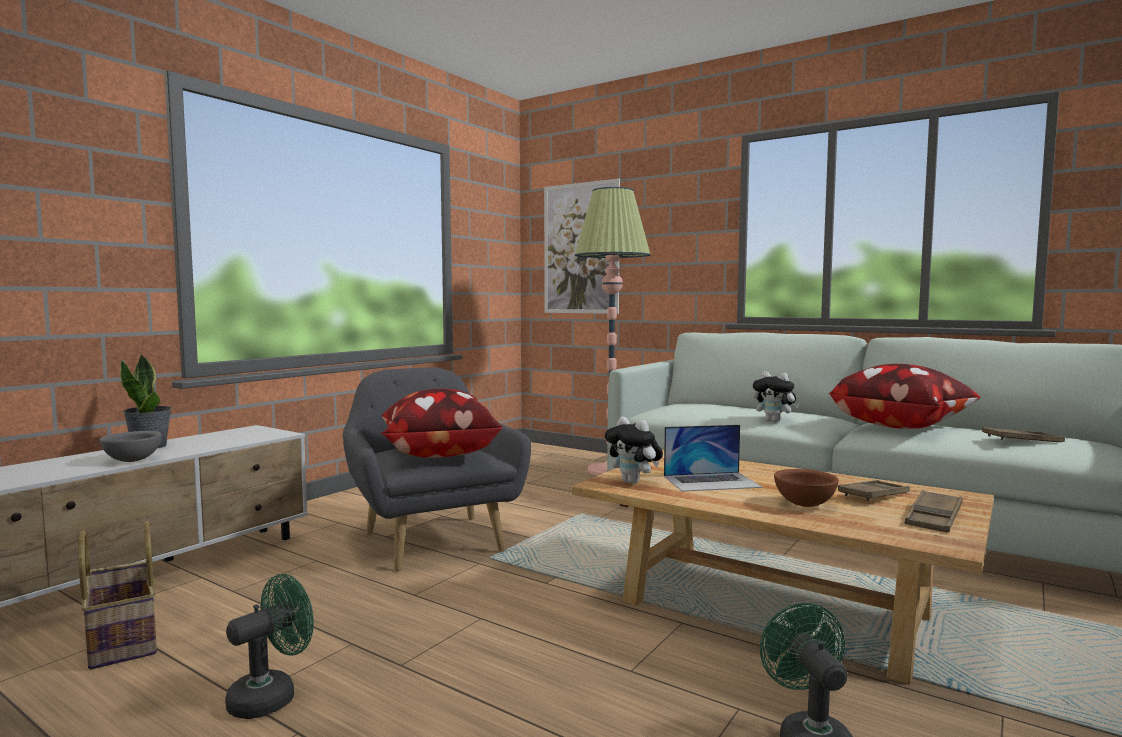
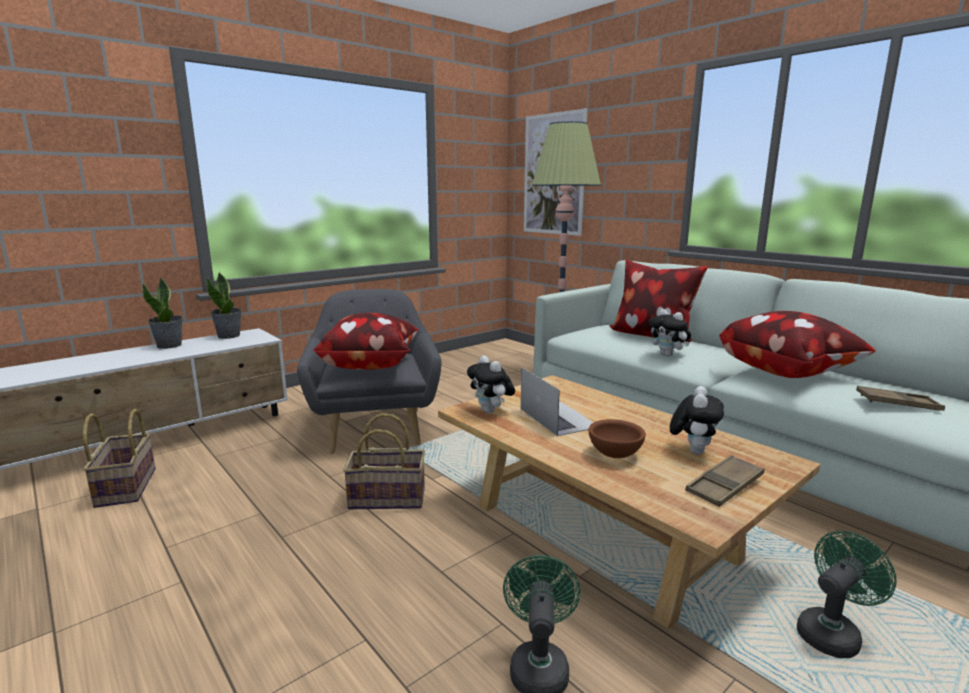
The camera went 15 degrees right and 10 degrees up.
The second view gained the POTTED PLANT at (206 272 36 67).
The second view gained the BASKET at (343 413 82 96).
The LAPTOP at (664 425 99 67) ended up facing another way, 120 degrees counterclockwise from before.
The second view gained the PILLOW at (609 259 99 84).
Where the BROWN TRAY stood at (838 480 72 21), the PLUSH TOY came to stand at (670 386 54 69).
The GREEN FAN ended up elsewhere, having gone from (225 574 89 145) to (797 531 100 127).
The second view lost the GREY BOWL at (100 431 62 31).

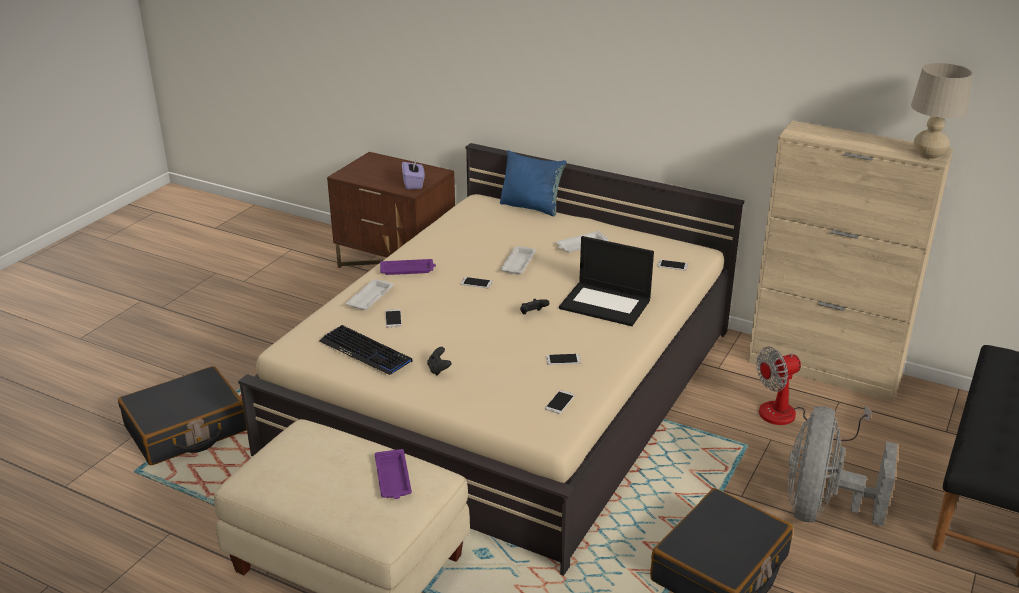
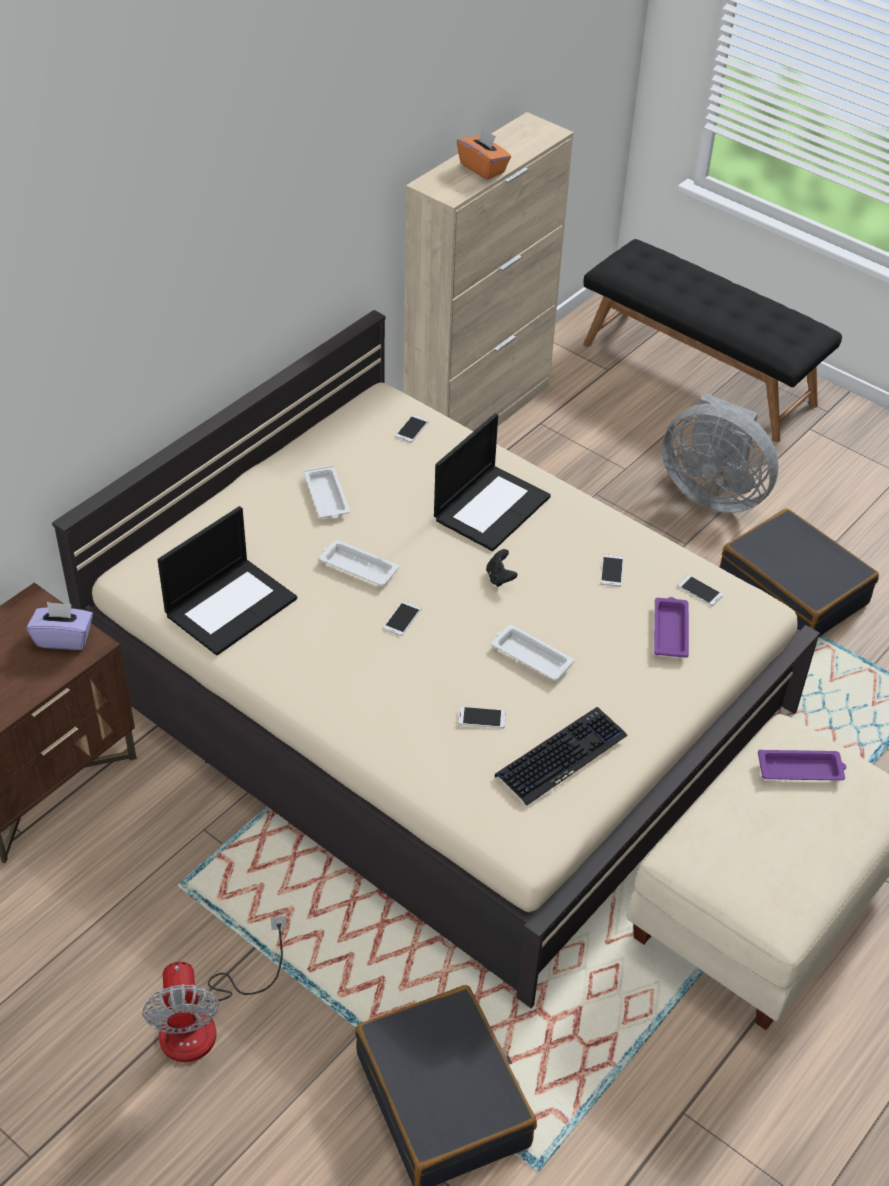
The camera went 80 degrees left and 15 degrees up.
The FAN ended up elsewhere, having gone from (756 347 116 94) to (142 916 145 146).
The second view gained the LAPTOP at (157 506 140 150).
The second view gained the ORANGE TISSUE BOX at (457 127 54 53).
The WHITE TRAY ended up elsewhere, having gone from (346 279 48 31) to (492 625 83 55).
The PURPLE TRAY ended up elsewhere, having gone from (380 259 56 16) to (654 597 35 61).
The second view lost the BLACK GAME CONTROLLER at (427 347 25 28).
The second view lost the BLUE PILLOW at (500 150 67 66).
The second view lost the BEIGE TABLE LAMP at (911 63 61 97).

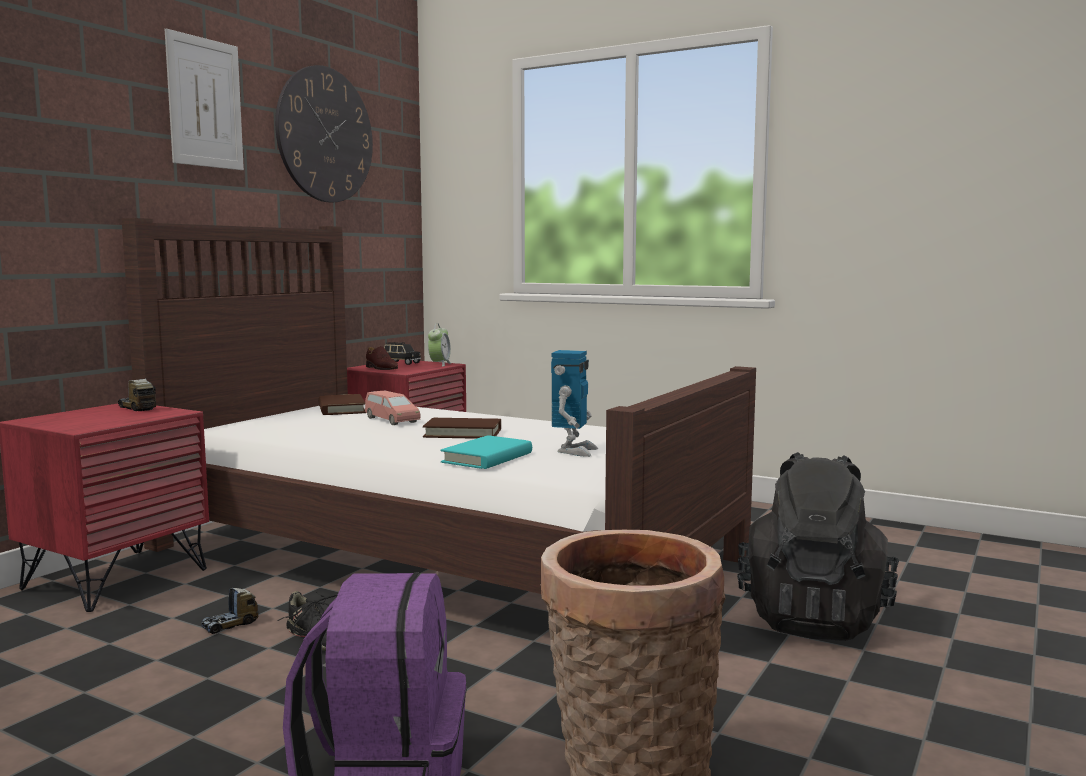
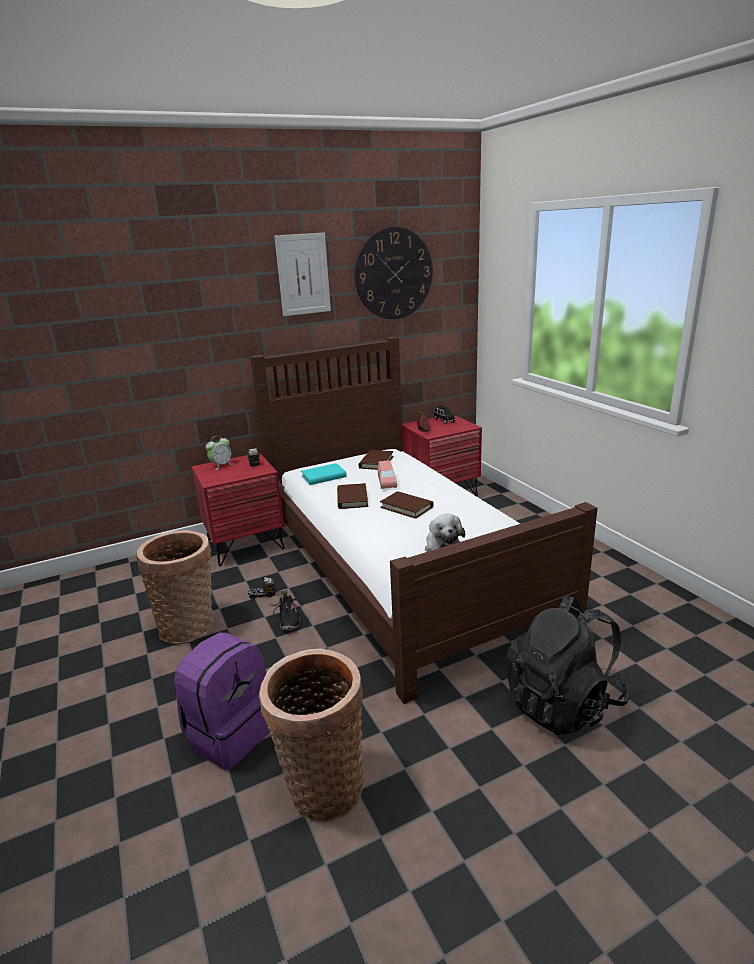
The camera went 35 degrees right and 15 degrees up.
The second view gained the BASKET at (137 530 75 114).
The ALARM CLOCK ended up elsewhere, having gone from (428 323 23 44) to (206 436 27 34).
The TURQUOISE BOOK ended up elsewhere, having gone from (440 435 92 34) to (301 463 46 22).
The second view gained the BROWN BOOK at (337 483 31 26).
Where the TOY ROBOT stood at (551 350 47 107), the PLUSH TOY came to stand at (425 514 40 38).

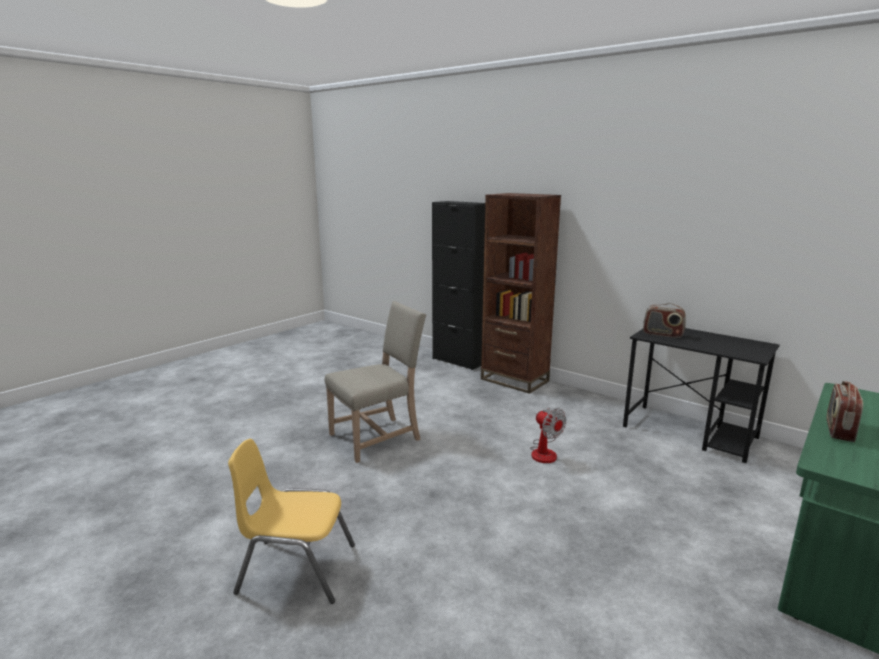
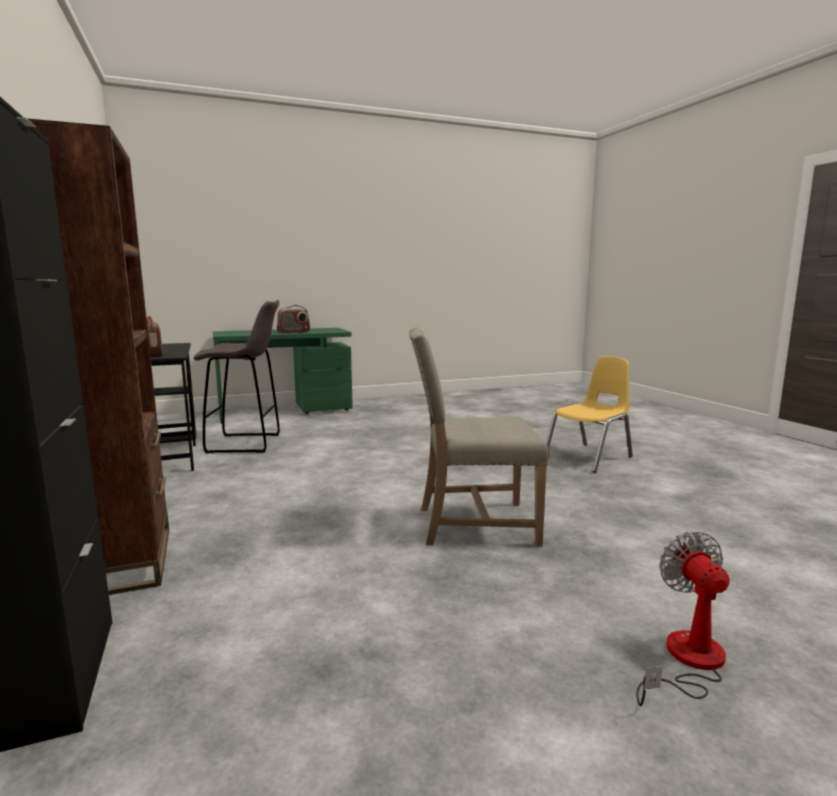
The camera went 150 degrees left and 5 degrees down.
The second view gained the GREY STOOL at (193 300 87 153).
The YELLOW CHAIR at (228 439 127 165) ended up facing another way, 75 degrees counterclockwise from before.
The FAN ended up elsewhere, having gone from (530 408 37 55) to (636 531 93 175).

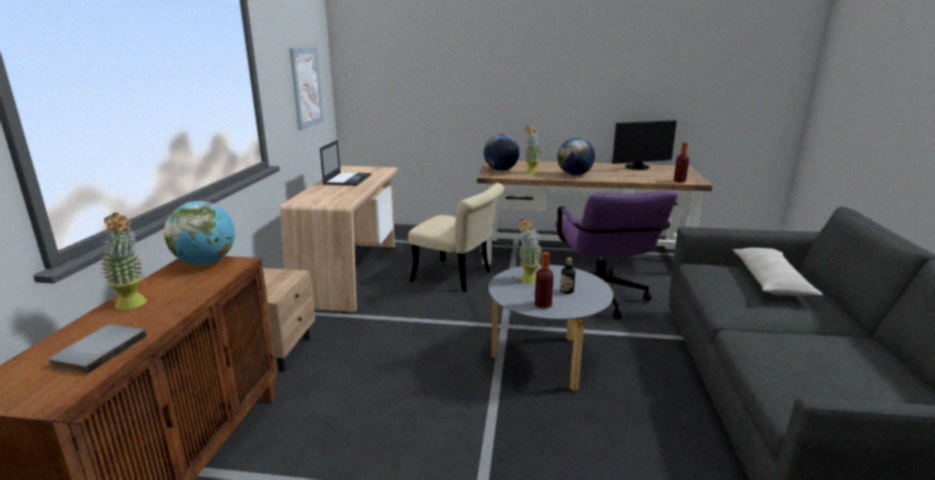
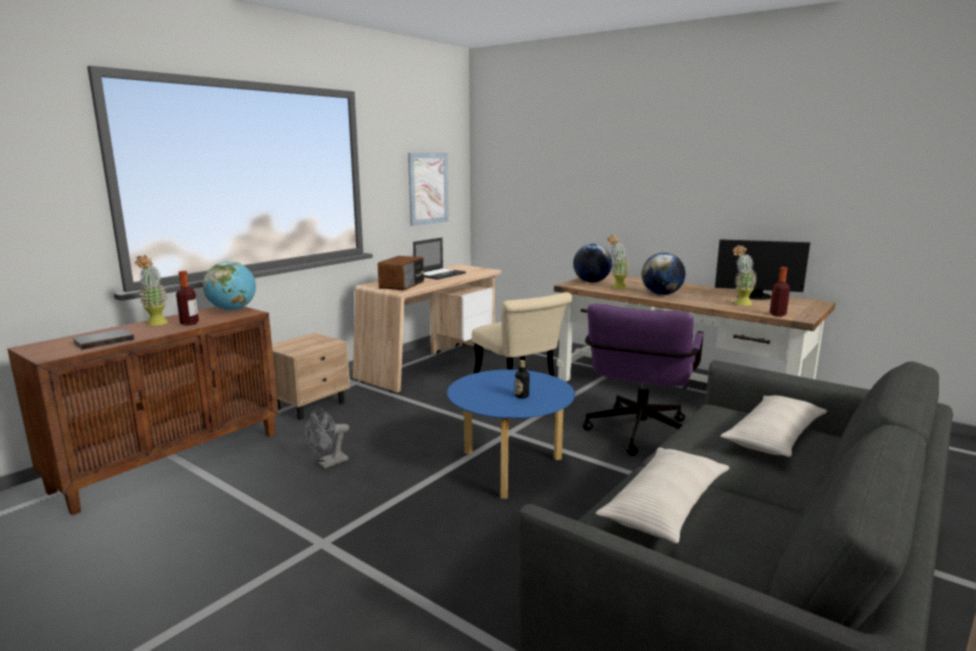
The camera went 30 degrees right and 5 degrees down.
The BOTTLE ended up elsewhere, having gone from (535 252 18 56) to (176 271 23 54).
The second view gained the GREY FAN at (305 407 44 62).
The second view gained the RADIO at (378 256 46 34).
What was the GREY COFFEE TABLE at (489 264 124 127) turned into the BLUE COFFEE TABLE at (447 370 128 129).
The second view gained the BEIGE PILLOW at (595 448 134 95).
The POTTED PLANT ended up elsewhere, having gone from (517 219 25 64) to (733 245 24 60).

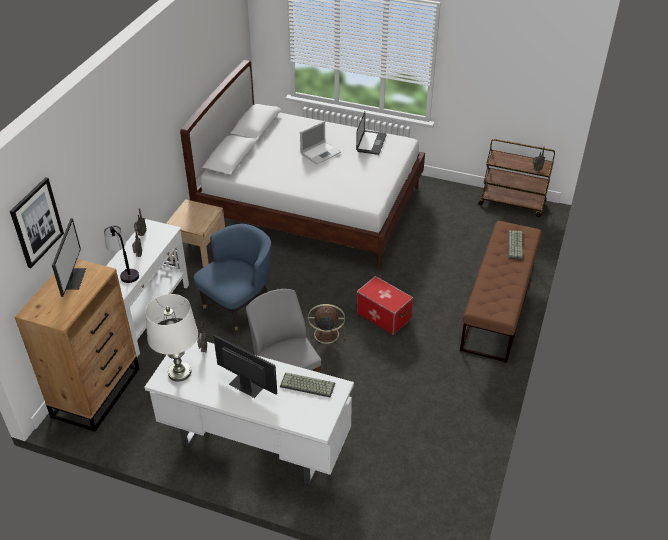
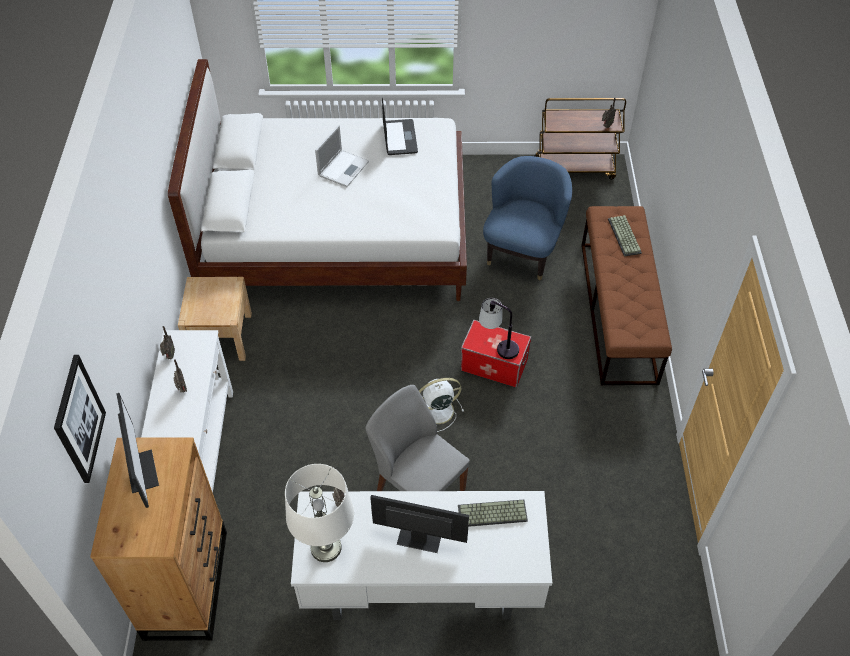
The camera went 20 degrees left and 10 degrees up.
What was the BROWN FAN at (308 304 38 44) turned into the WHITE FAN at (419 378 45 54).
The TABLE LAMP ended up elsewhere, having gone from (104 225 35 58) to (479 298 40 61).
The BLUE ARMCHAIR ended up elsewhere, having gone from (194 224 77 107) to (483 156 89 125).

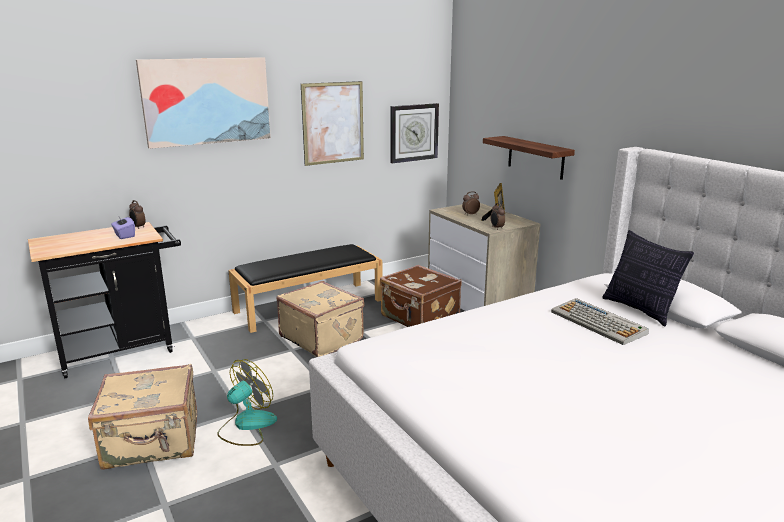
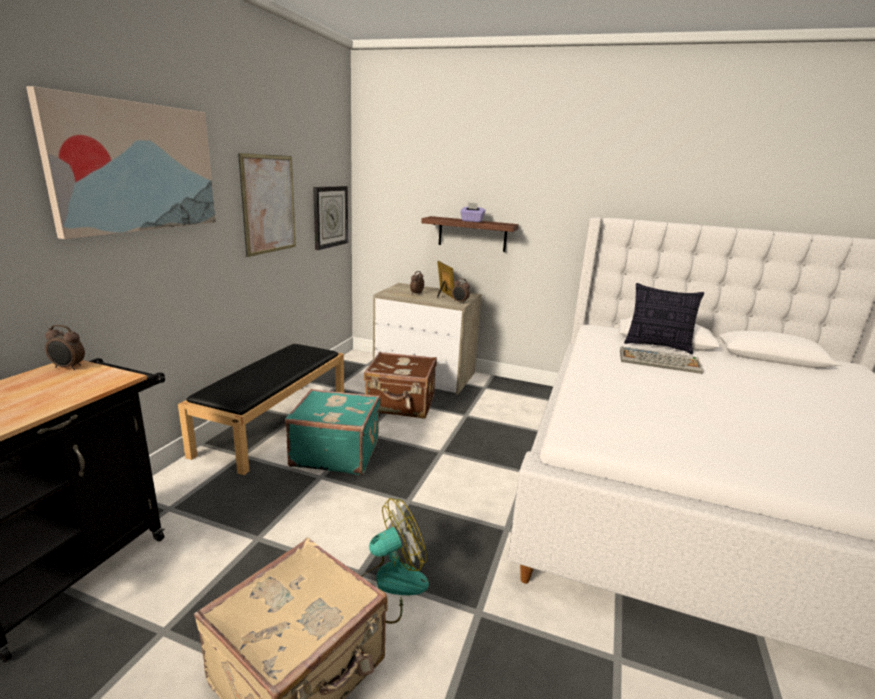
The camera went 40 degrees left and 0 degrees up.
What was the BEIGE SUITCASE at (277 281 87 76) turned into the TURQUOISE SUITCASE at (285 389 96 86).
The FAN at (217 359 60 87) ended up facing another way, 60 degrees clockwise from before.
The PURPLE TISSUE BOX ended up elsewhere, having gone from (111 217 24 22) to (460 203 25 19).

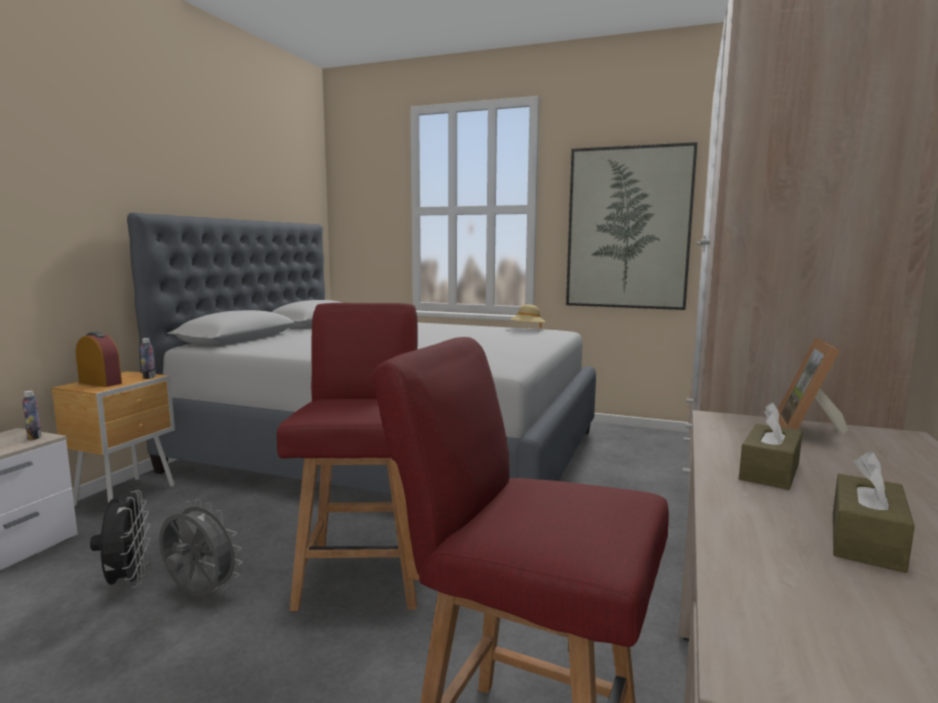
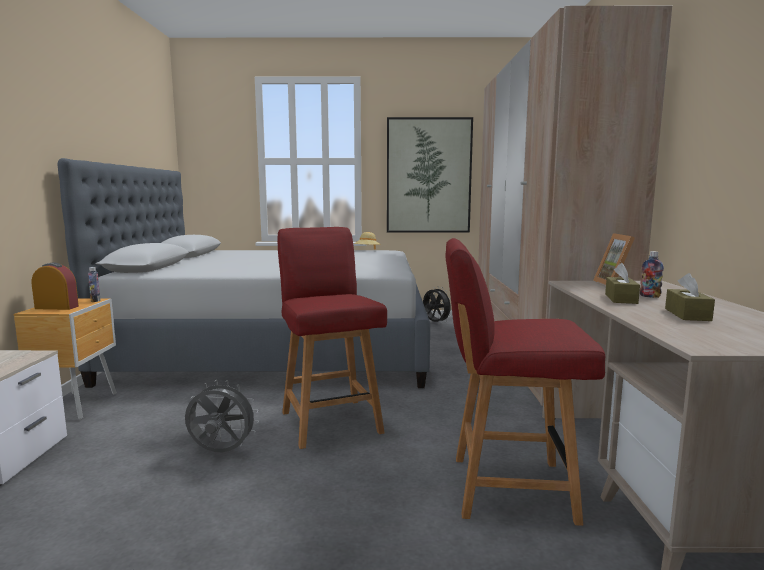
The camera went 20 degrees left and 0 degrees up.
The BLACK FAN ended up elsewhere, having gone from (90 490 60 98) to (423 287 28 36).
The BOTTLE ended up elsewhere, having gone from (22 390 20 50) to (640 251 24 47).

